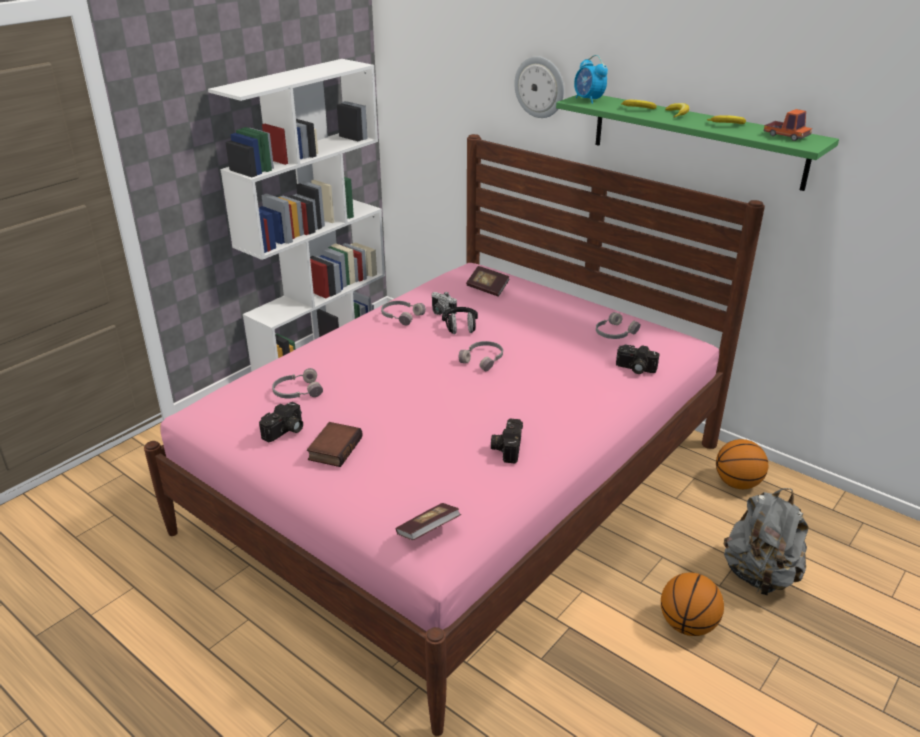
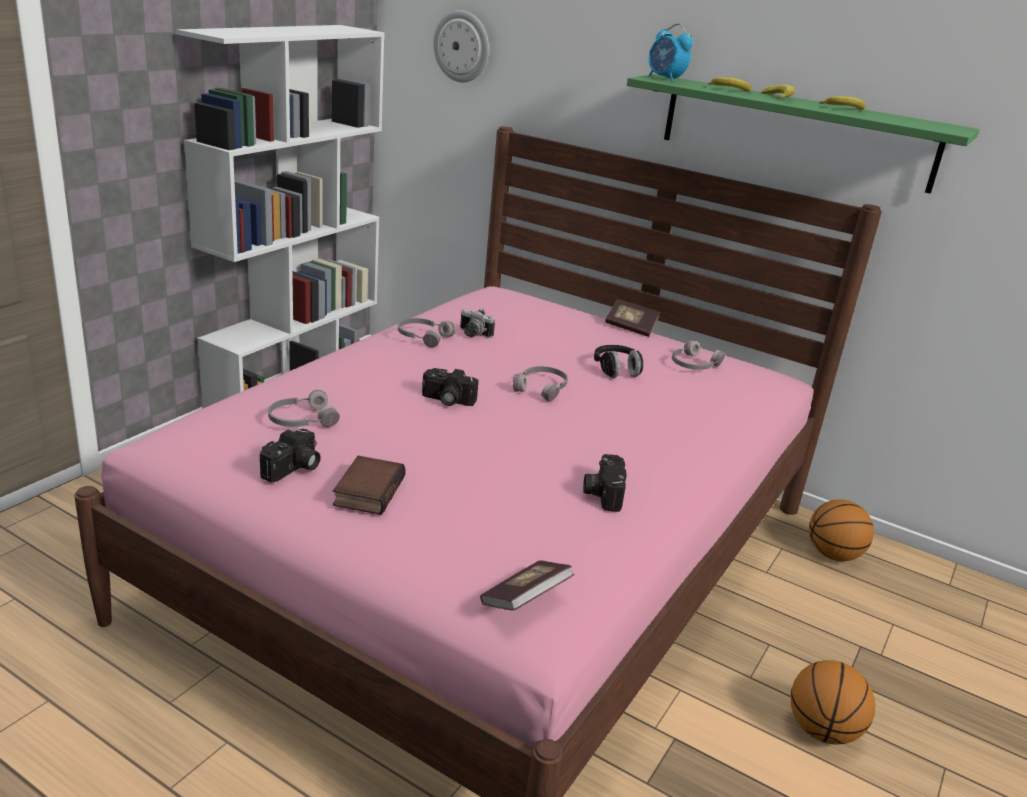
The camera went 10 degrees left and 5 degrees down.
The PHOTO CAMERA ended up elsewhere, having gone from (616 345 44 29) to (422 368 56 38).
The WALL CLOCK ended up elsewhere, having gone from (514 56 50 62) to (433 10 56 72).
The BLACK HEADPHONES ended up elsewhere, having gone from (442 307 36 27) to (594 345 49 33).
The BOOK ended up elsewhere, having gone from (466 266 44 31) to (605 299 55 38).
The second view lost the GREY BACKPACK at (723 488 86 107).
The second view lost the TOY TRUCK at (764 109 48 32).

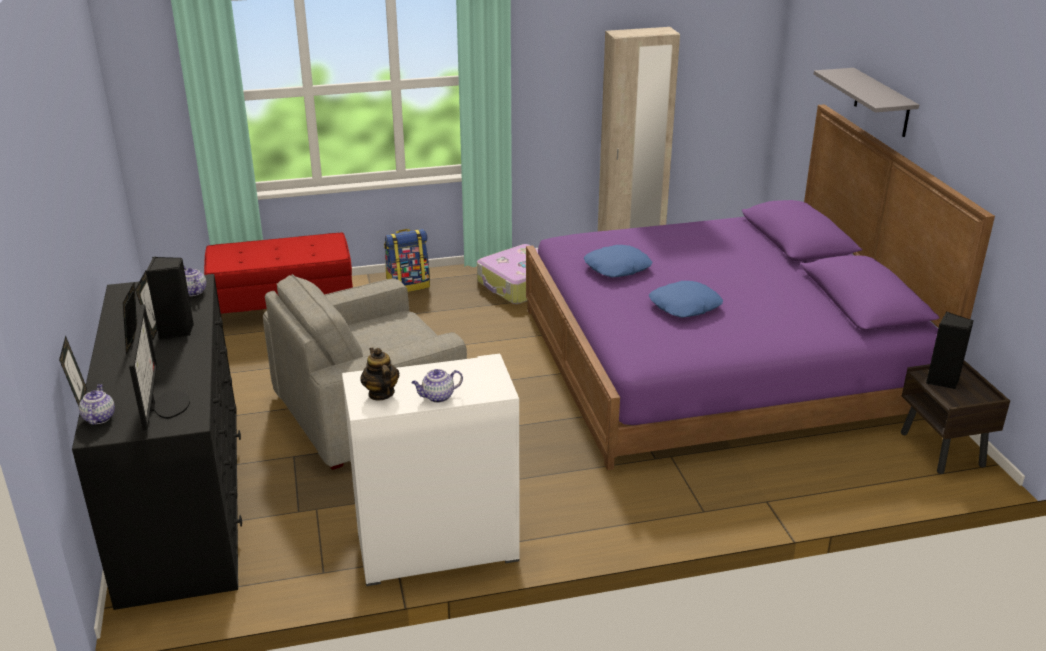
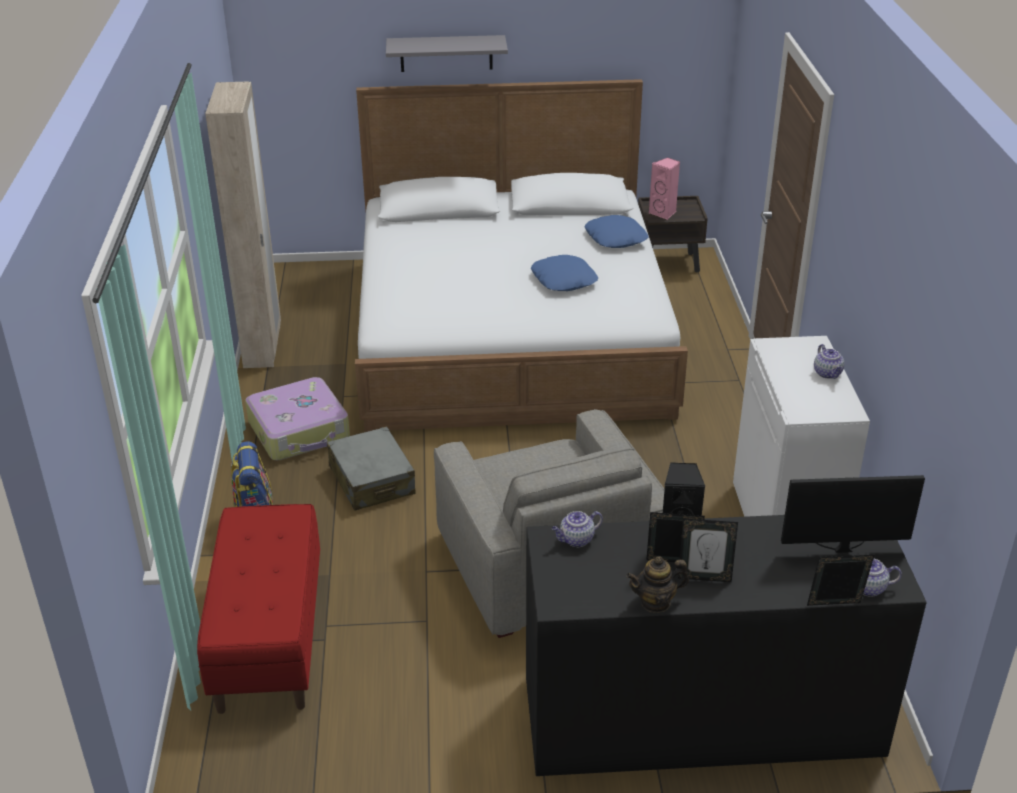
The camera went 80 degrees left and 5 degrees up.
The second view gained the GREY SUITCASE at (327 426 88 85).
What was the PURPLE BED at (526 104 469 366) turned into the WHITE BED at (355 79 333 353).
The BLUE PILLOW ended up elsewhere, having gone from (584 245 68 32) to (585 215 64 33).
The TEAPOT ended up elsewhere, having gone from (361 348 38 52) to (626 556 63 57).
What was the BLACK SPEAKER at (926 312 48 77) turned into the PINK SPEAKER at (649 157 31 63).

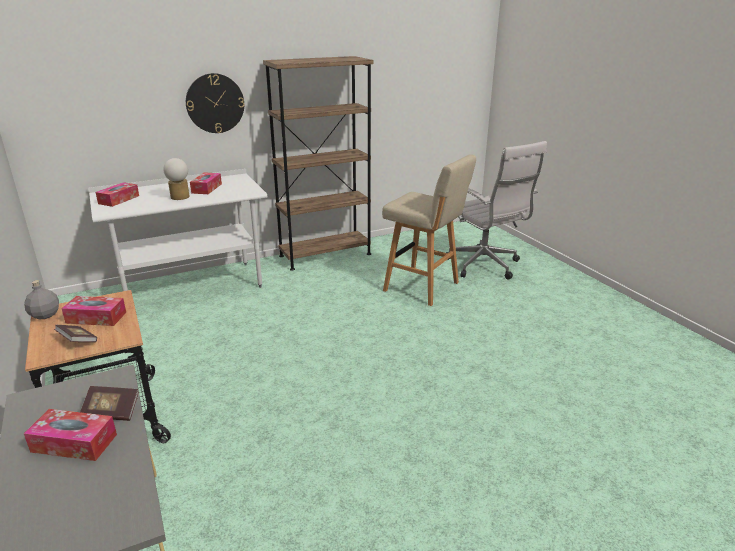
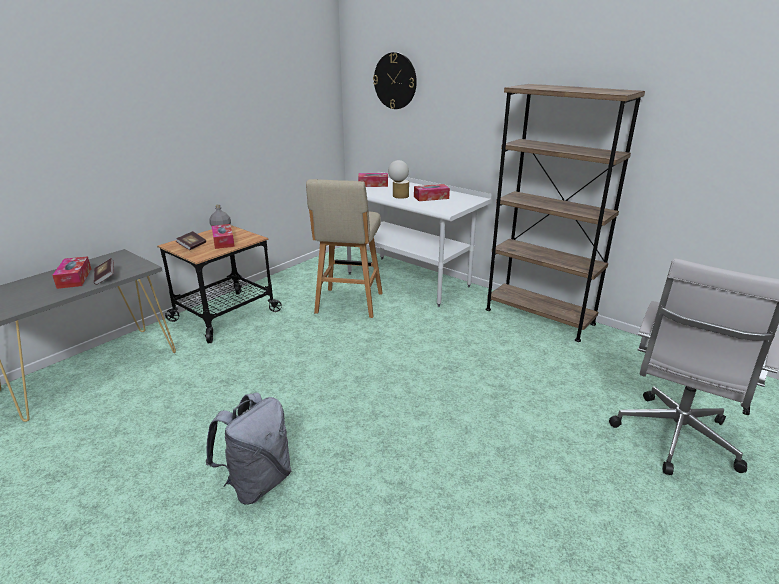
The camera went 65 degrees right and 0 degrees up.
The second view gained the GREY BACKPACK at (206 392 85 113).
The BEIGE STOOL ended up elsewhere, having gone from (382 154 94 152) to (306 179 77 139).
The WALL CLOCK ended up elsewhere, having gone from (186 73 58 60) to (373 52 44 57).

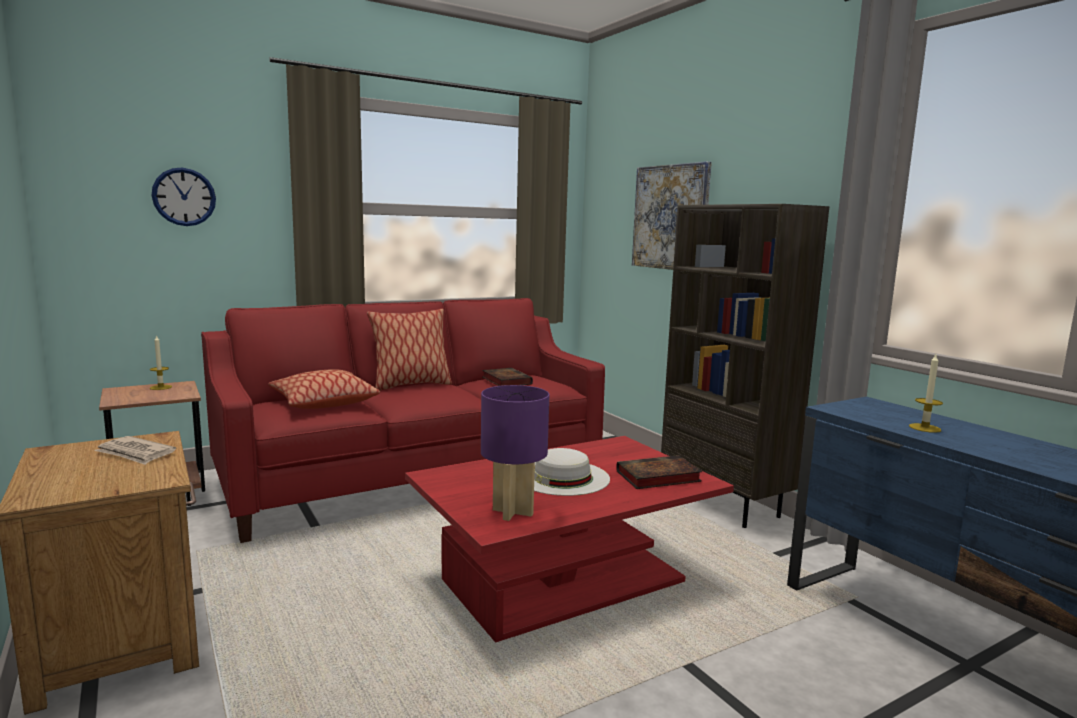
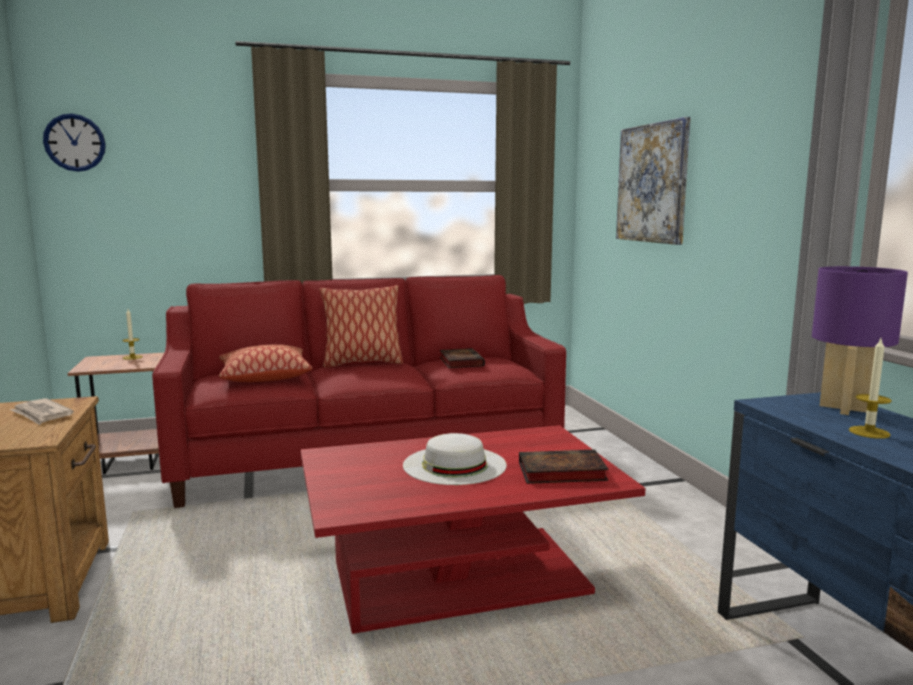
The camera went 15 degrees right and 0 degrees up.
The WALL CLOCK ended up elsewhere, having gone from (152 168 64 58) to (43 114 63 58).
The PURPLE TABLE LAMP ended up elsewhere, having gone from (481 385 68 136) to (812 266 96 149).
The second view lost the BROWN BOOKCASE at (661 204 169 324).

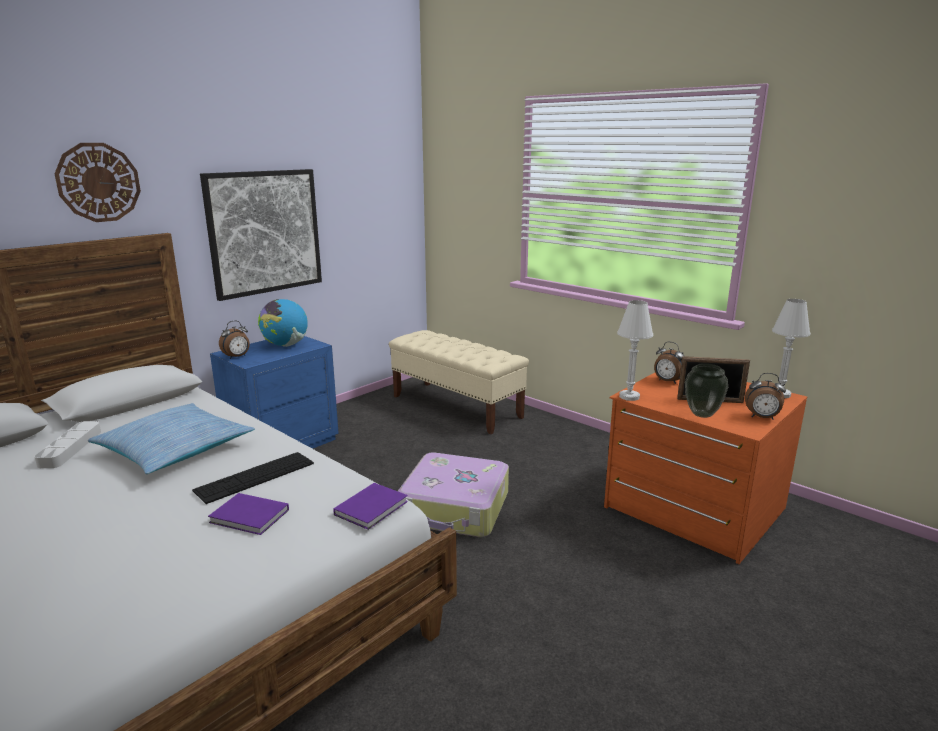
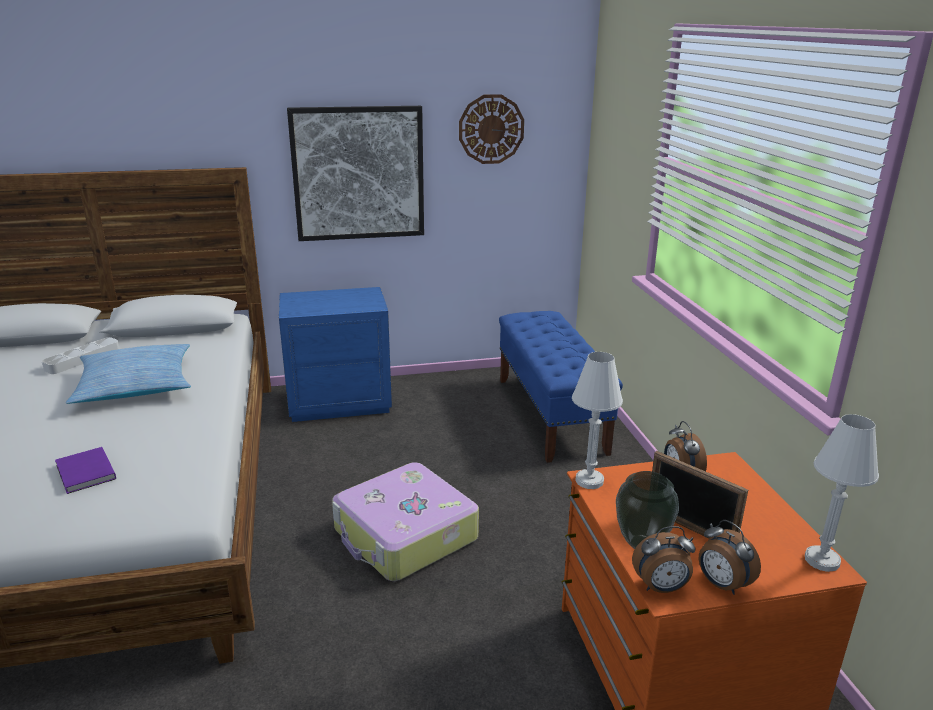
The camera went 35 degrees right and 5 degrees up.
The WALL CLOCK ended up elsewhere, having gone from (54 143 87 79) to (459 94 65 70).
What was the BEIGE BENCH at (389 330 140 104) turned into the BLUE BENCH at (499 311 124 152).
The ALARM CLOCK ended up elsewhere, having gone from (219 321 31 38) to (632 526 64 67).
The second view lost the KEYBOARD at (192 452 122 52).
The second view lost the GLOBE at (258 299 50 48).
The second view lost the PURPLE BOOK at (333 483 75 47).

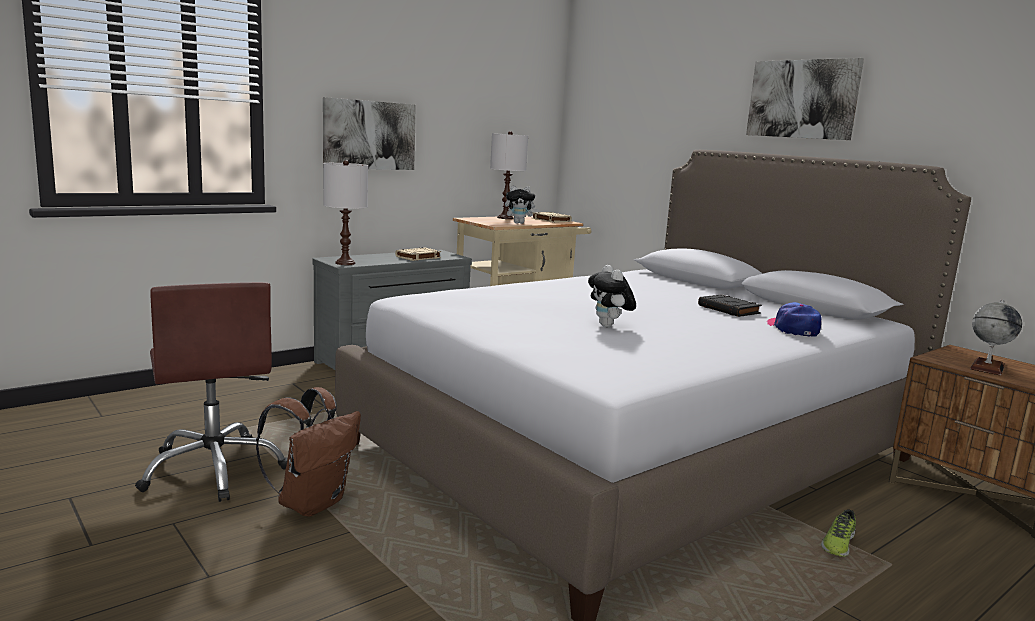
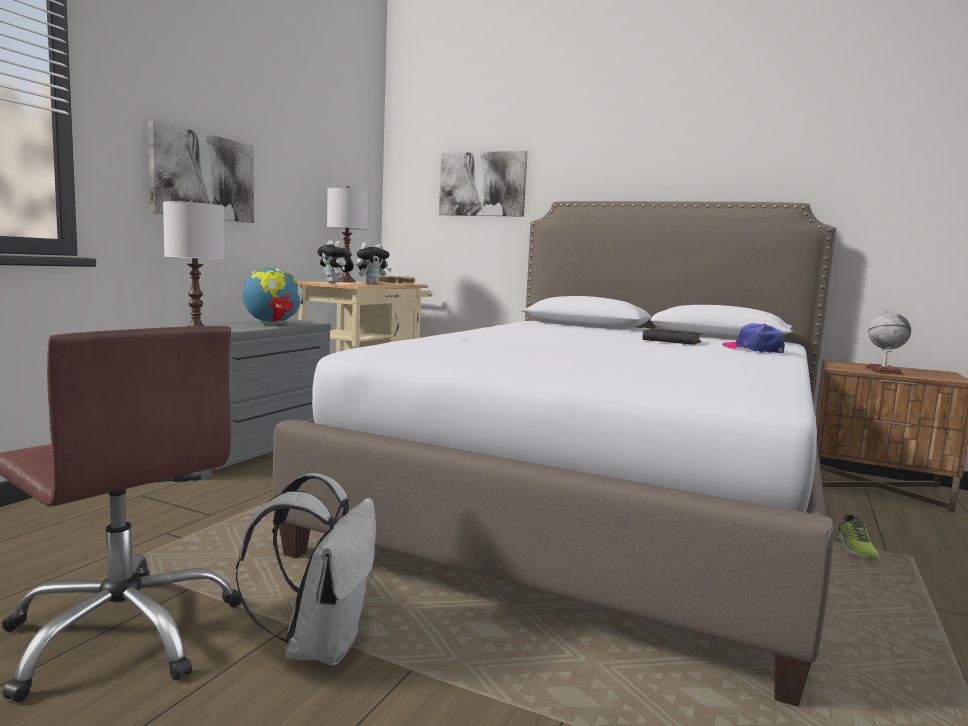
The camera went 25 degrees left and 5 degrees down.
What was the BROWN BACKPACK at (256 387 105 130) turned into the WHITE BACKPACK at (236 473 140 193).
Where the BEIGE BOOK stood at (395 247 46 14), the GLOBE came to stand at (243 267 60 58).
The PLUSH TOY ended up elsewhere, having gone from (588 265 48 62) to (317 240 37 44).
The PICTURE ended up elsewhere, having gone from (746 58 118 82) to (439 151 89 66).

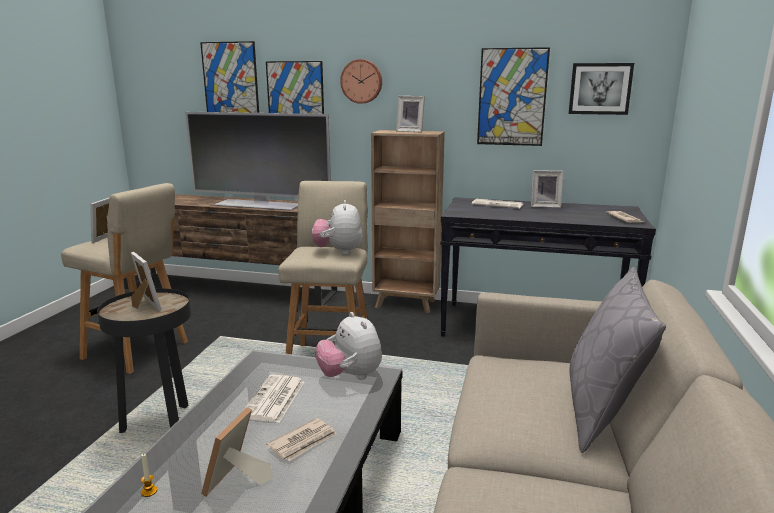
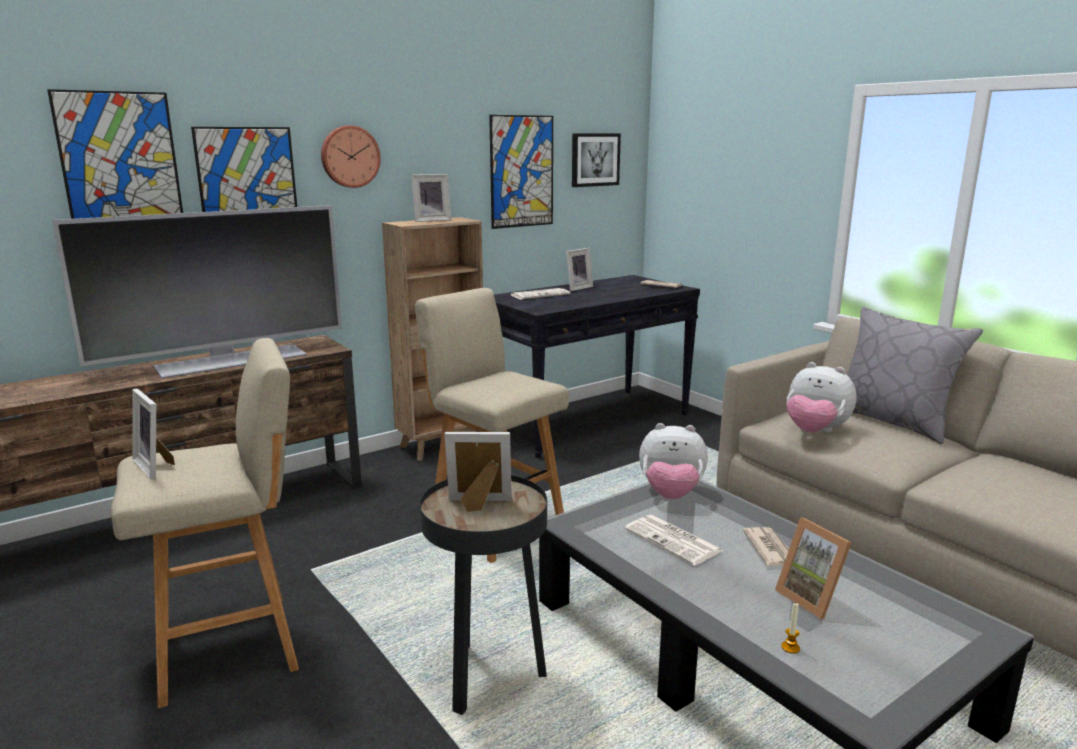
The camera went 50 degrees left and 0 degrees up.
The PLUSH TOY ended up elsewhere, having gone from (312 200 51 55) to (786 362 71 70).

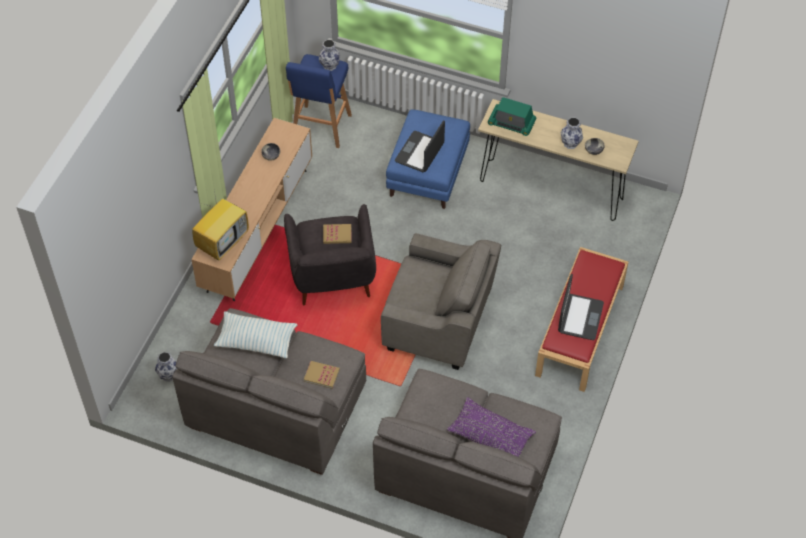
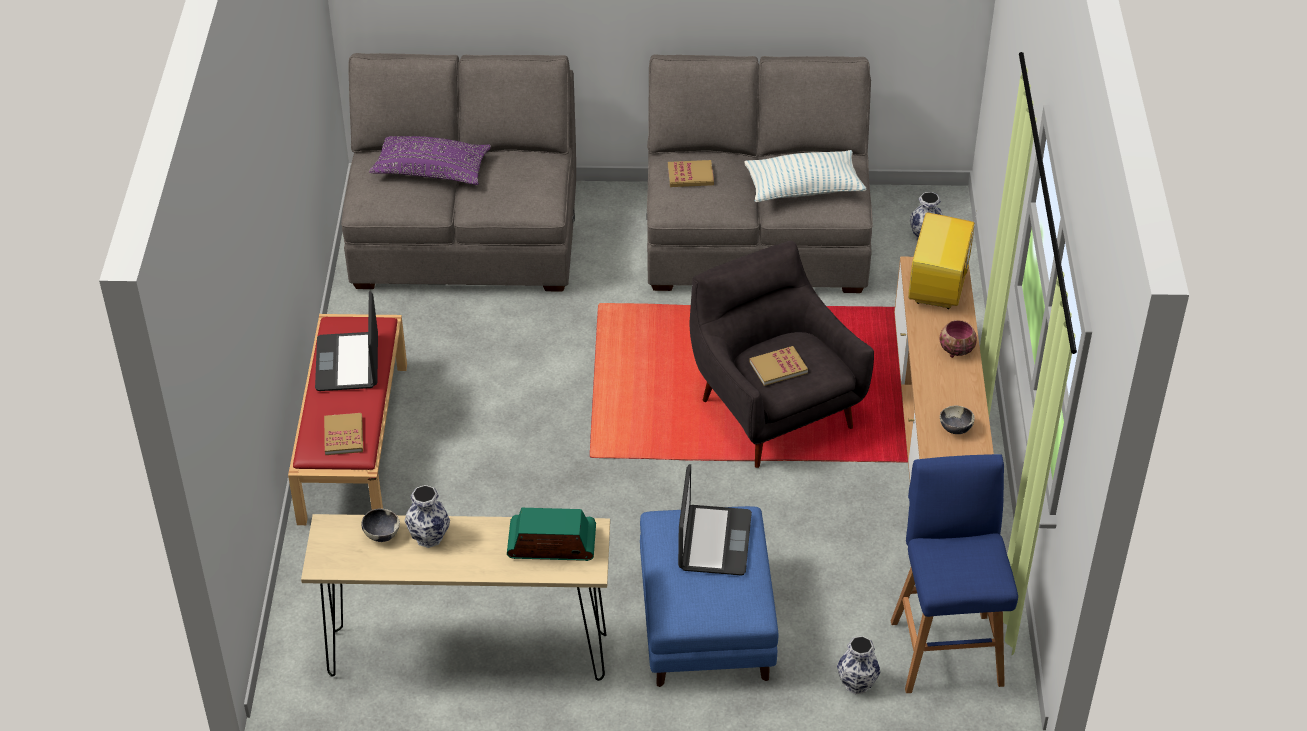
The camera went 160 degrees right and 10 degrees down.
The second view gained the BOOK at (324 413 39 42).
The VASE ended up elsewhere, having gone from (319 39 21 32) to (837 636 44 58).
The second view gained the BOWL at (940 320 37 38).
The second view lost the GREY ARMCHAIR at (381 233 120 137).

